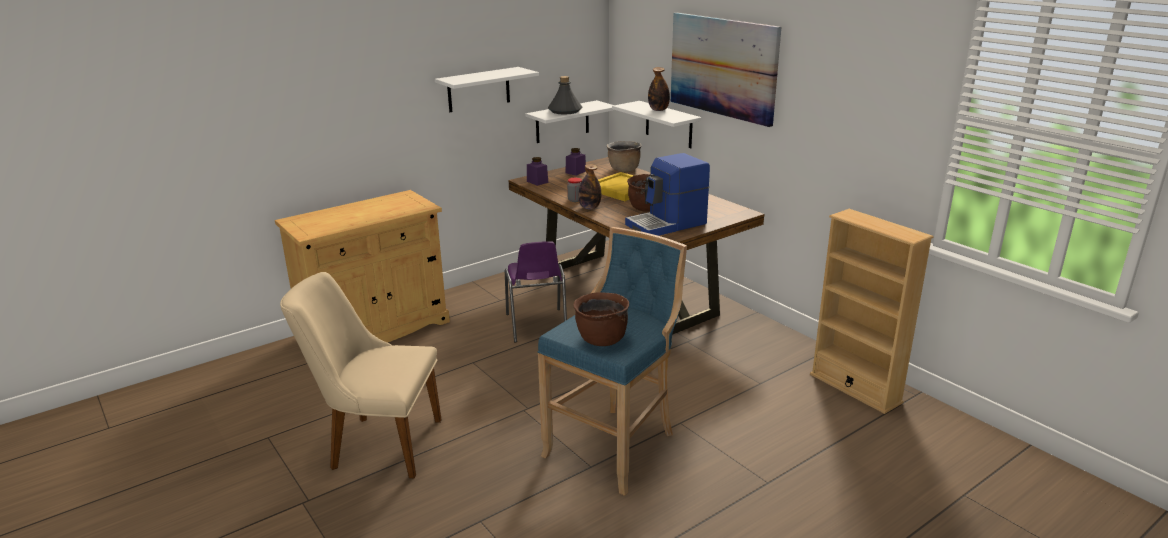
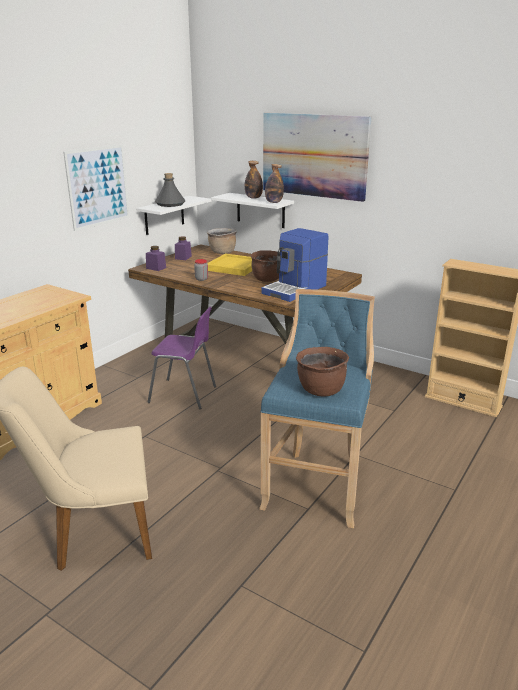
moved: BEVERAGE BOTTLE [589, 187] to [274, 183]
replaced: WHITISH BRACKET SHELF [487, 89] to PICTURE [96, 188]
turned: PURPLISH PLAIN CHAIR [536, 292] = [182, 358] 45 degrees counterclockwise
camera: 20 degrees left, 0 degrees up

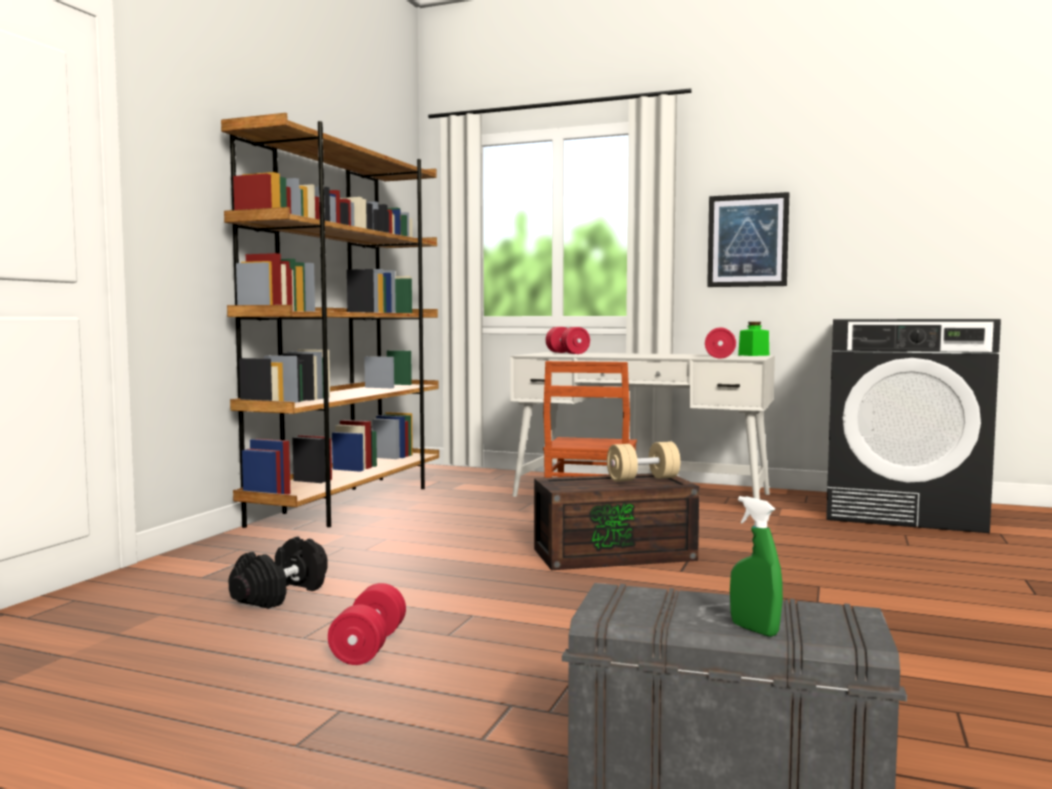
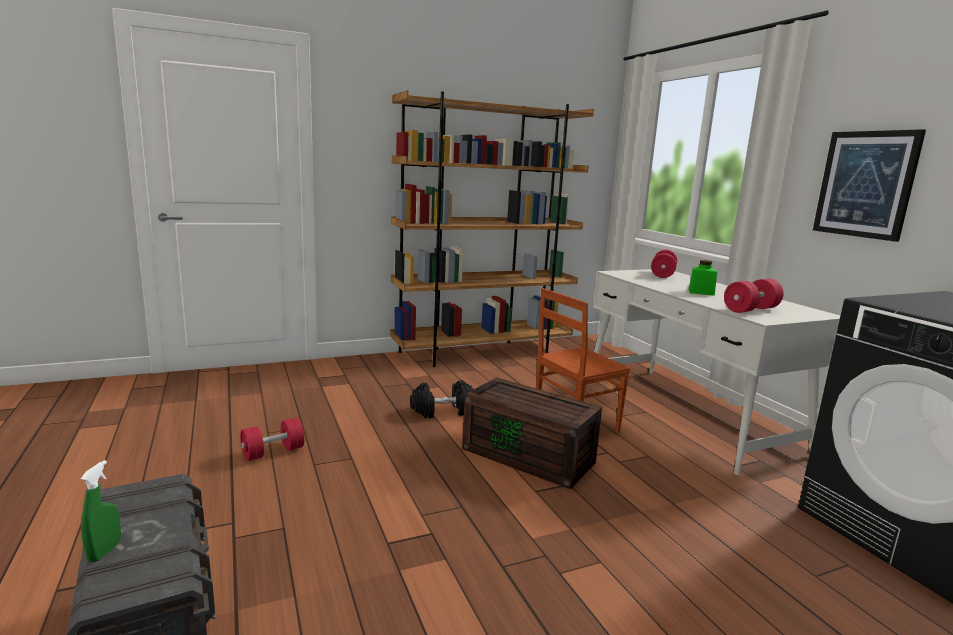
removed: BEIGE DUMBBELL [643, 462]
moved: BLACKISH DUMBBELL [277, 573] to [442, 399]; GREEN-COLOURED JAR [753, 339] to [703, 278]
camera: 45 degrees right, 10 degrees up

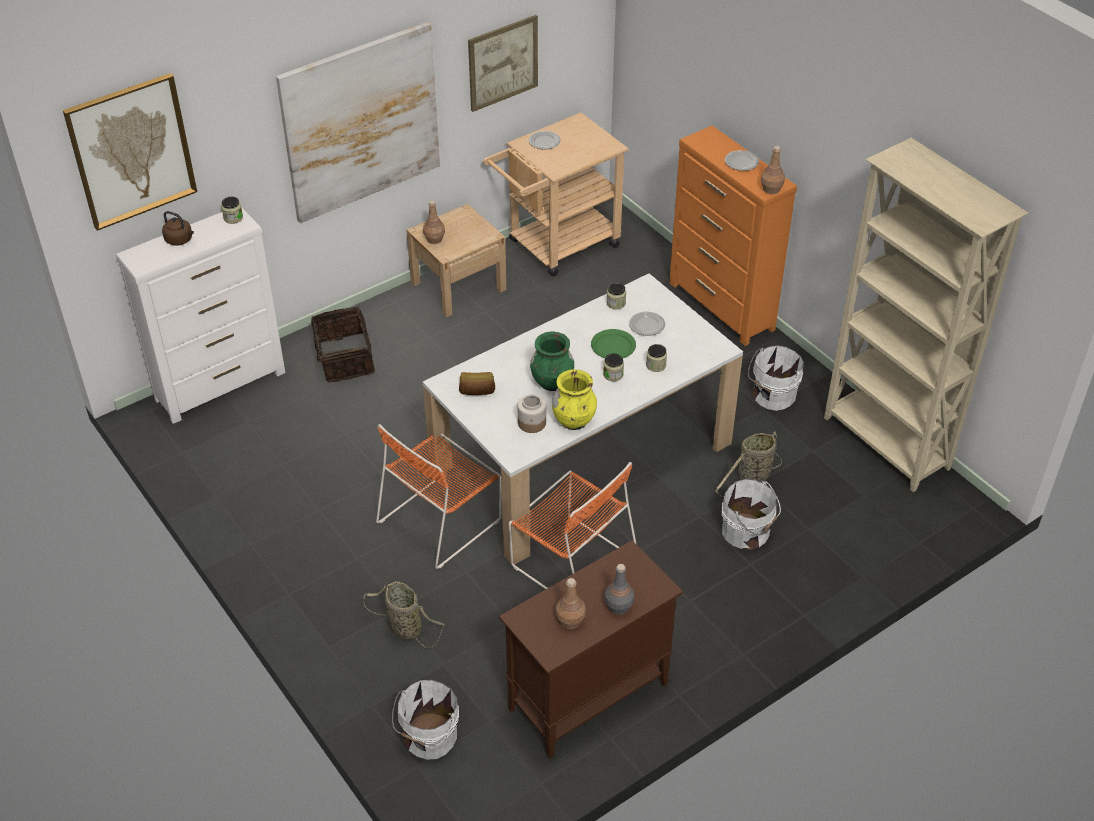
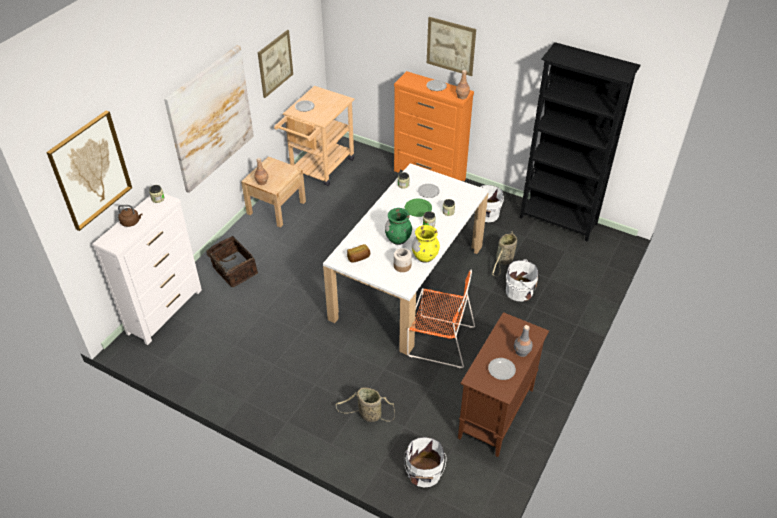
removed: ORANGE PLAIN CHAIR [439, 496]
added: PICTURE [451, 46]
replaced: BROWN BEVERAGE BOTTLE [571, 603] to FLAT DISH [502, 369]
recoloured: BEIGE BOOKCASE [926, 315] to BLACKISH BOOKCASE [580, 142]
camera: 25 degrees left, 0 degrees up

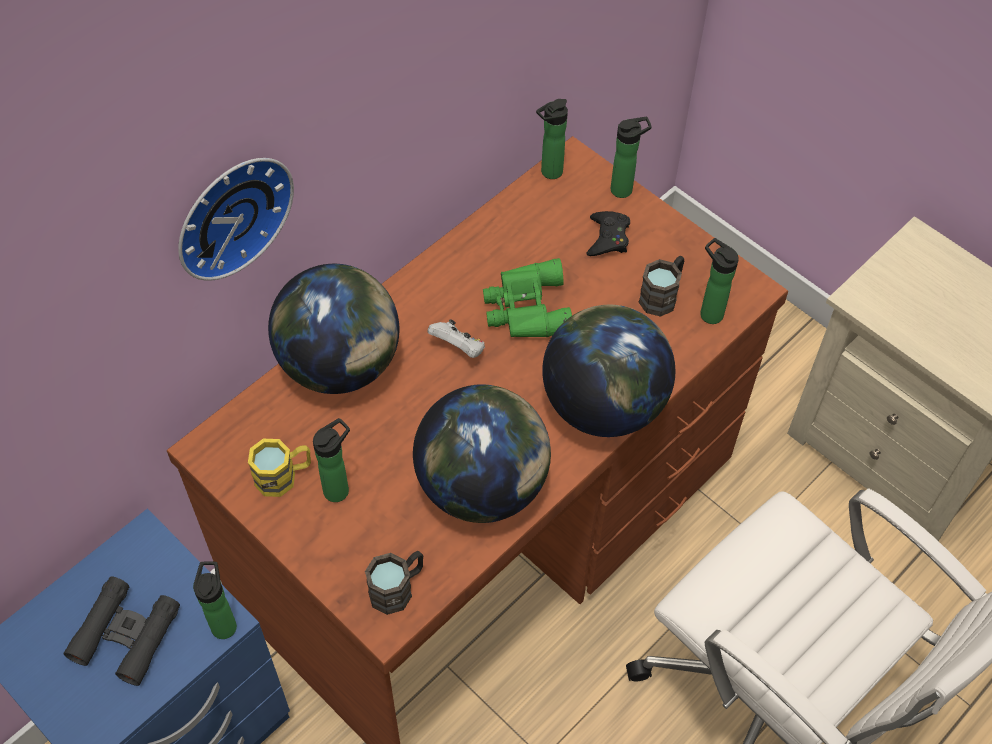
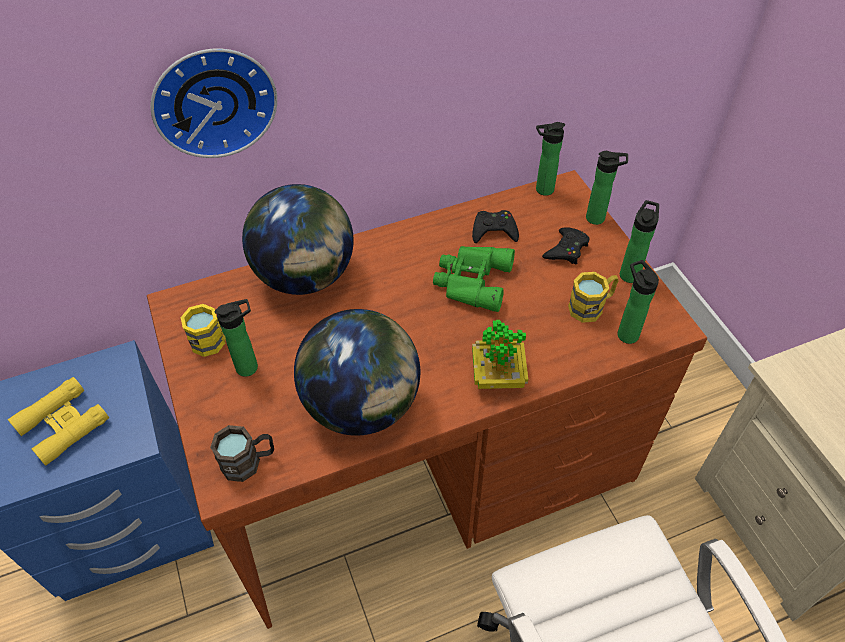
removed: WHITISH GAME CONTROLLER [456, 339]
added: BLACKISH GAME CONTROLLER [495, 226]
moved: BEVERAGE BOTTLE [215, 600] to [639, 241]
replaced: DESK GLOBE [608, 371] to POTTED PLANT [500, 354]
recoloured: BLACKISH PAIR OF BINOCULARS [121, 631] to YELLOWISH PAIR OF BINOCULARS [58, 421]; BROWN MUG [661, 286] to YELLOWISH MUG [593, 297]
camera: 25 degrees right, 5 degrees down

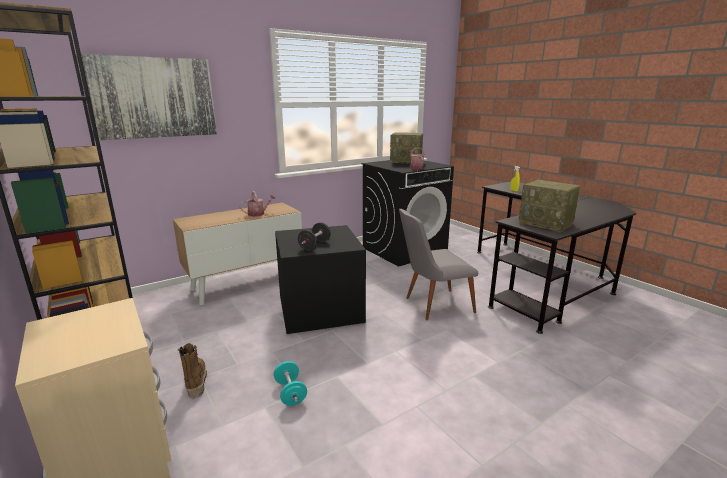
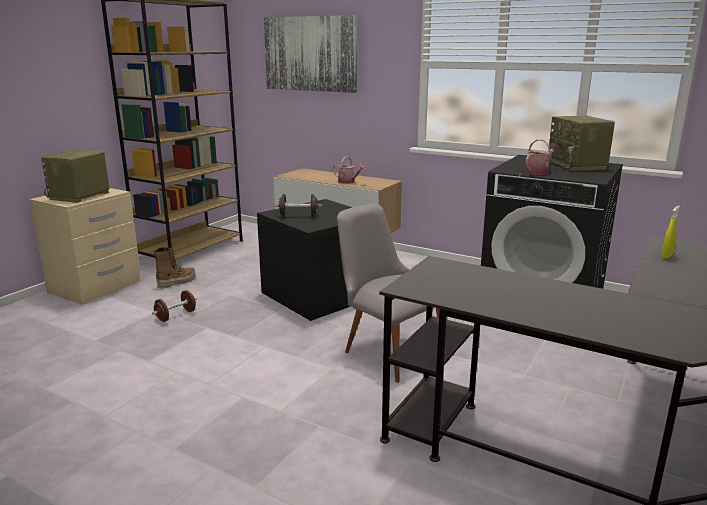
moved: RADIO SET [549, 206] to [75, 176]
recoloured: TURQUOISE DUMBBELL [290, 383] to BROWN DUMBBELL [174, 306]
camera: 65 degrees right, 0 degrees up

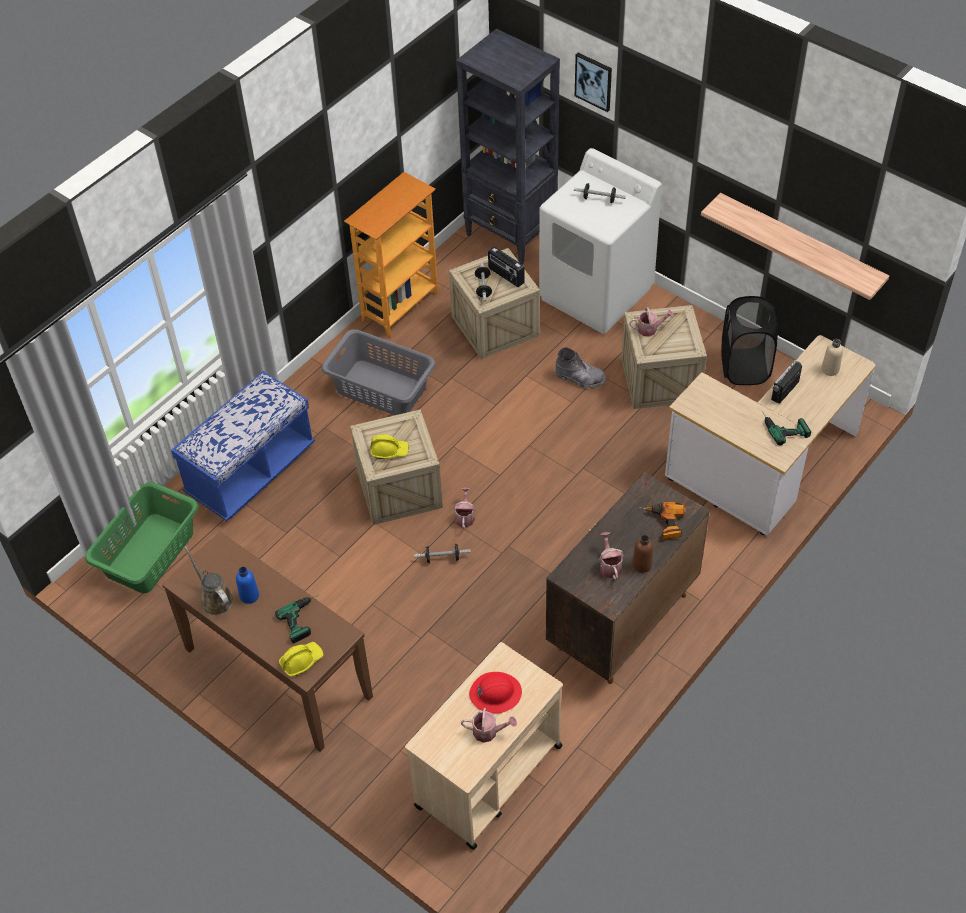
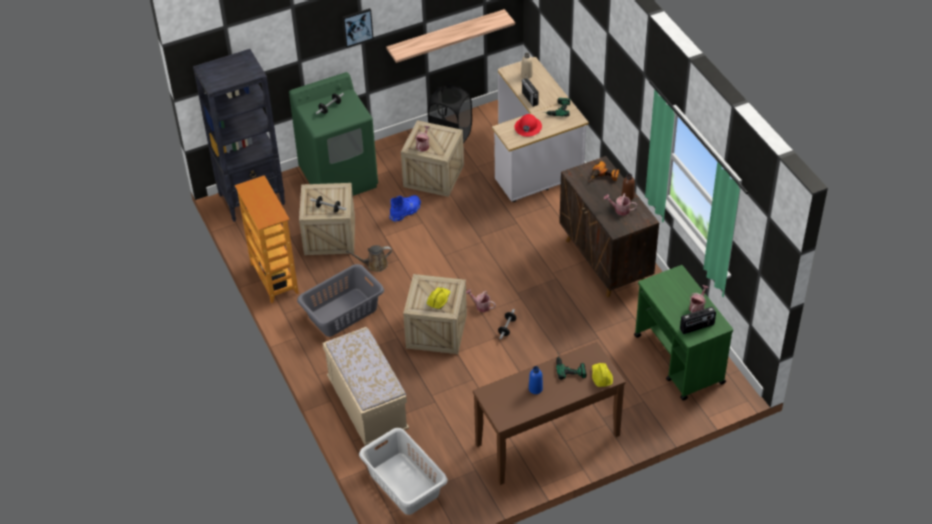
moved: PICTURE [593, 82] to [358, 28]; BROWN WATERING CAN [209, 581] to [369, 258]; REDDISH HARD HAT [495, 693] to [528, 125]; RADIO SET [506, 267] to [698, 320]
recoloured: WHITISH WASHING MACHINE [600, 241] to GREEN-COLOURED WASHING MACHINE [333, 134]; BLUISH LONG SEAT [243, 446] to BEIGE LONG SEAT [366, 386]; GREEN-COLOURED LAUNDRY BASKET [142, 537] to GRAY LAUNDRY BASKET [403, 471]; GRAY HIGH-TOP BOOT [580, 368] to BLUISH HIGH-TOP BOOT [405, 208]; BEIGE TROLLEY [484, 745] to GREEN-COLOURED TROLLEY [683, 333]
camera: 65 degrees left, 5 degrees down

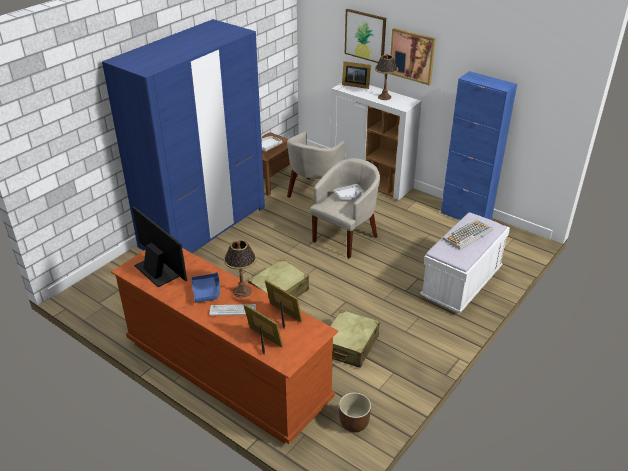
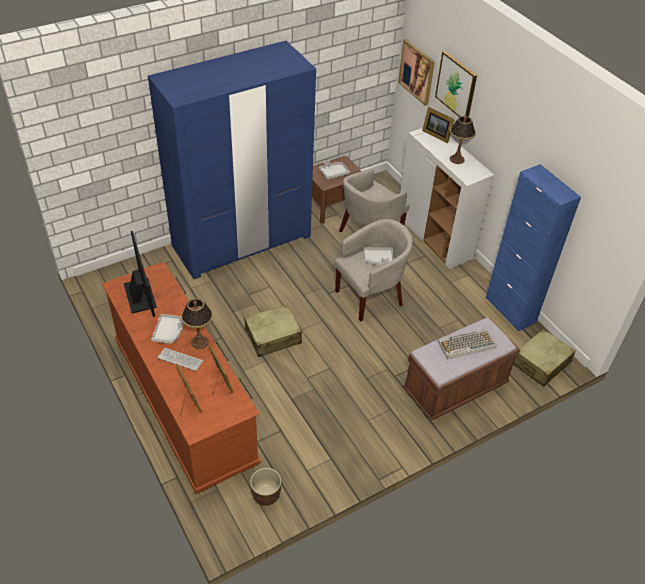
moved: PICTURE [413, 56] to [416, 72]; BEIGE SUITCASE [355, 339] to [544, 358]
recoloured: BLUISH SERVING TRAY [205, 287] to GRAY SERVING TRAY [168, 329]; WHITISH LONG SEAT [465, 263] to BROWN LONG SEAT [461, 369]
camera: 20 degrees right, 10 degrees up

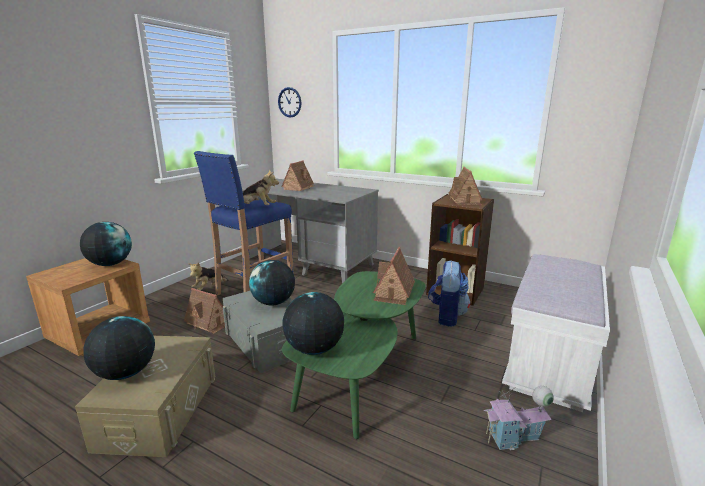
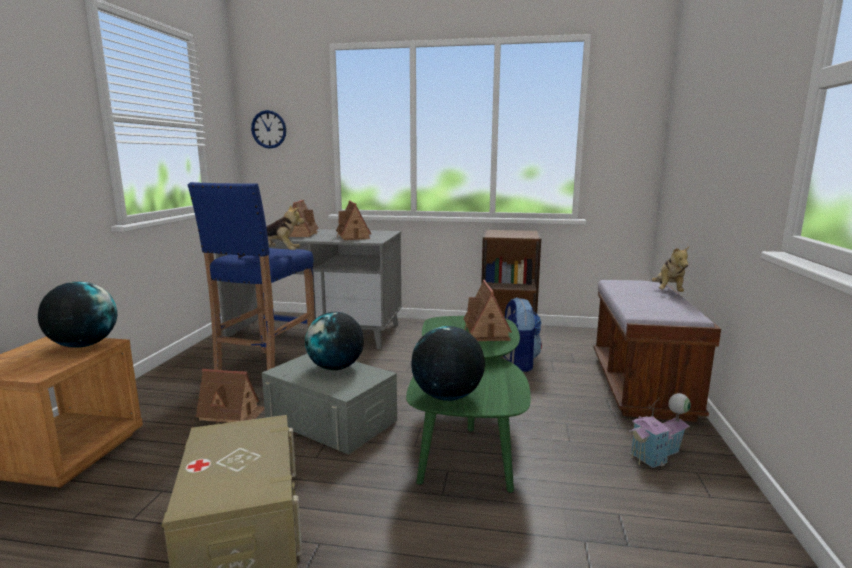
removed: DESK GLOBE [119, 348]
moved: MODEL HOUSE [465, 186] to [353, 220]; SOFT TOY [208, 276] to [670, 269]
recoloured: WHITISH LONG SEAT [556, 333] to BROWN LONG SEAT [657, 351]
camera: 20 degrees left, 5 degrees down

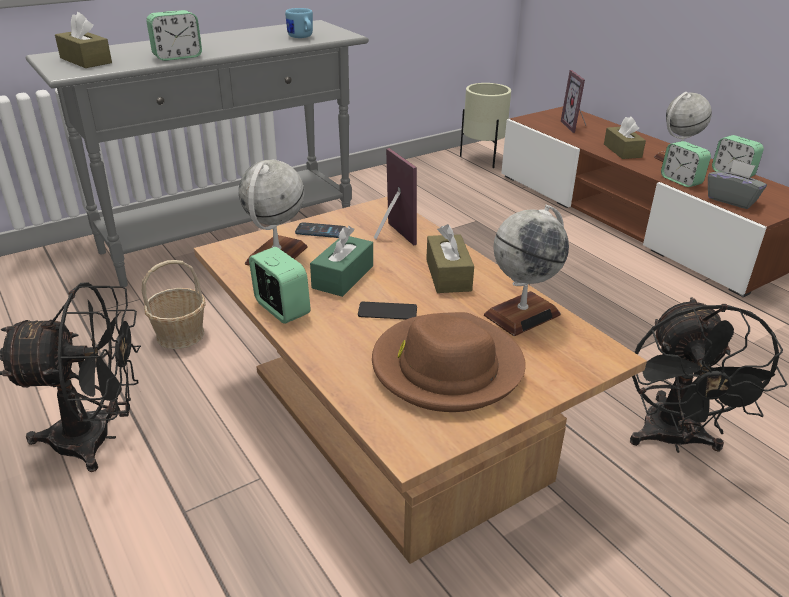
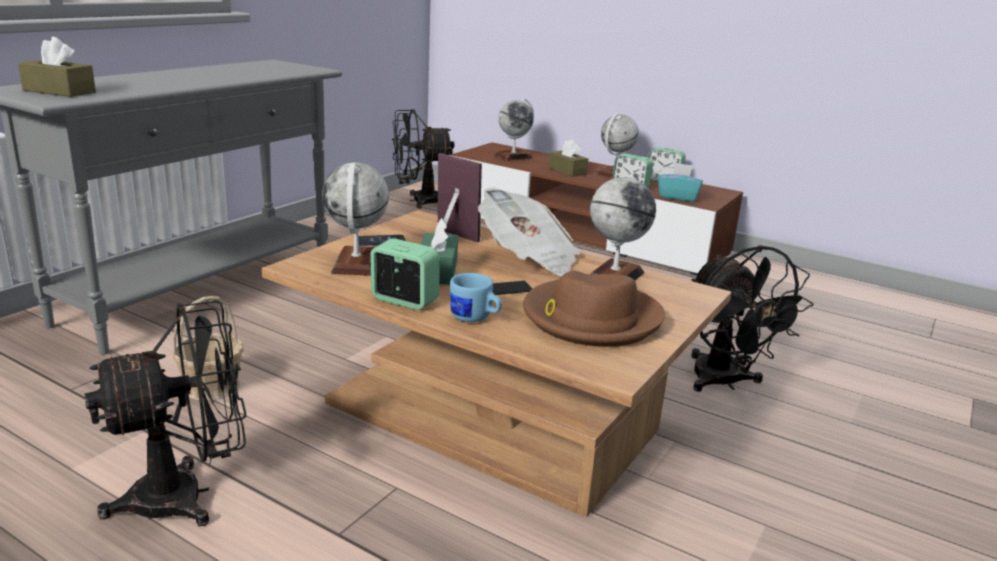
removed: BEDSIDE CLOCK [174, 35]
moved: BLUISH MUG [299, 23] to [476, 297]
replaced: BEIGE FLOWER POT [485, 125] to BLACKISH COOLING FAN [423, 158]; BROWN TISSUE HOLDER [450, 258] to DAILY PAPER [529, 232]; PHOTO FRAME [573, 101] to DESK GLOBE [514, 129]
recoloured: GRAY TISSUE HOLDER [737, 184] to TURQUOISE TISSUE HOLDER [680, 182]
camera: 25 degrees left, 10 degrees down

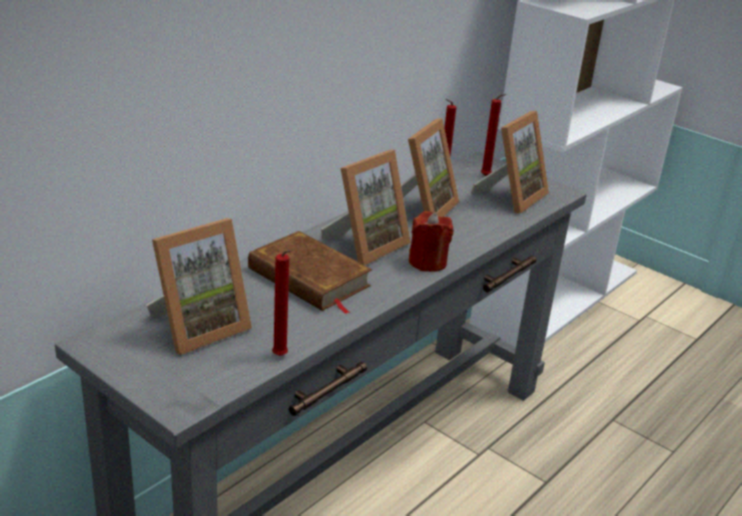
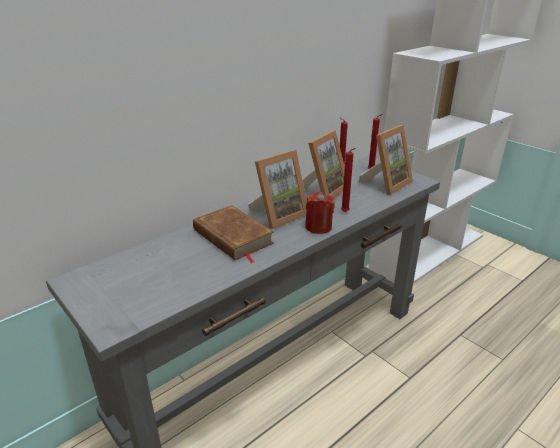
removed: PHOTO FRAME [199, 286]
moved: REDDISH WAX CANDLE [282, 303] to [348, 180]
camera: 10 degrees right, 0 degrees up

